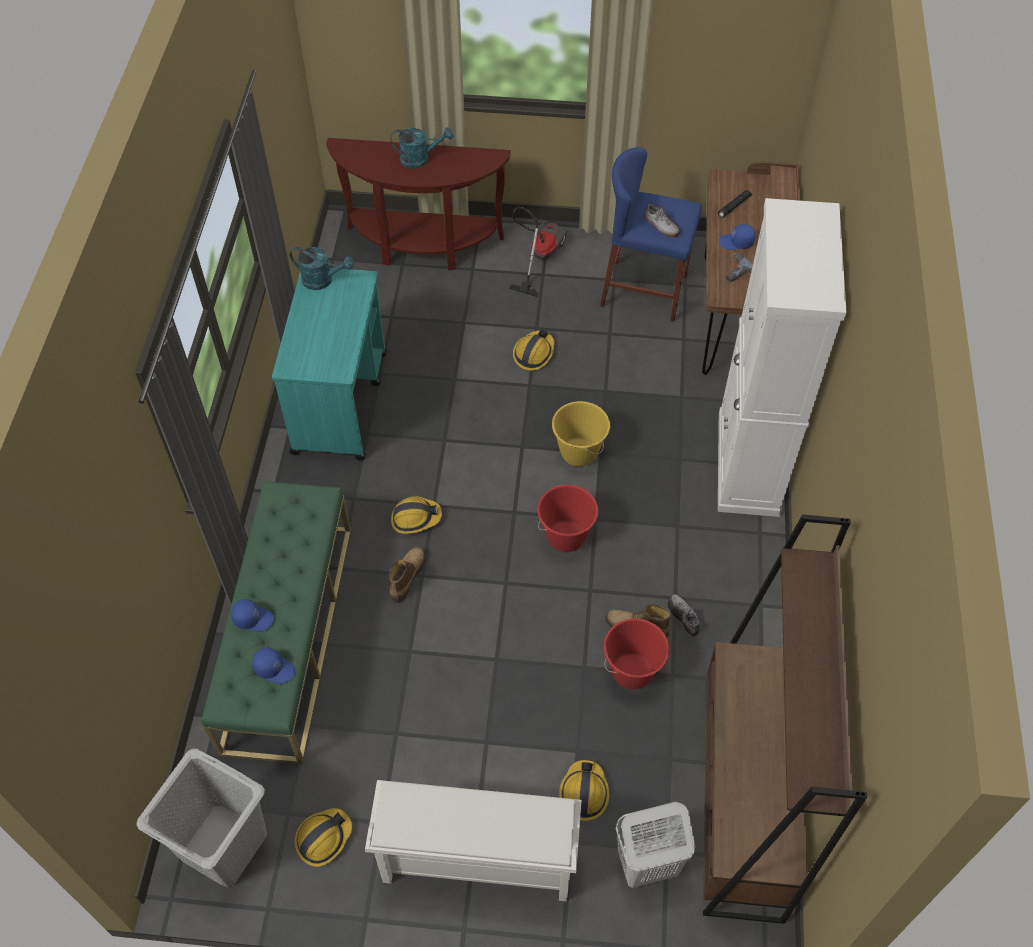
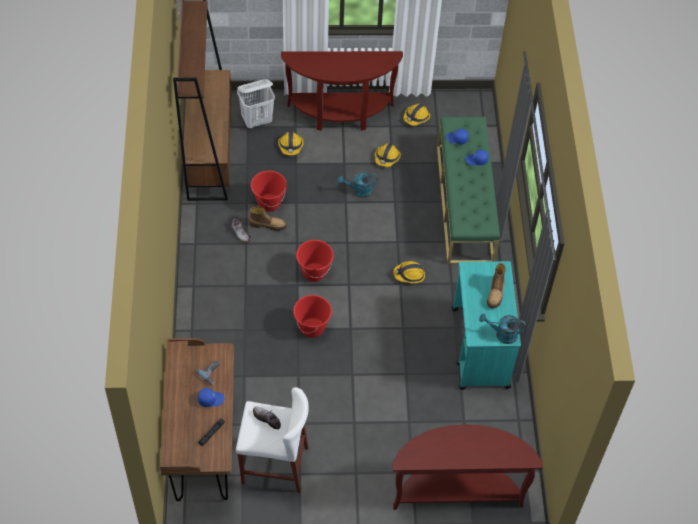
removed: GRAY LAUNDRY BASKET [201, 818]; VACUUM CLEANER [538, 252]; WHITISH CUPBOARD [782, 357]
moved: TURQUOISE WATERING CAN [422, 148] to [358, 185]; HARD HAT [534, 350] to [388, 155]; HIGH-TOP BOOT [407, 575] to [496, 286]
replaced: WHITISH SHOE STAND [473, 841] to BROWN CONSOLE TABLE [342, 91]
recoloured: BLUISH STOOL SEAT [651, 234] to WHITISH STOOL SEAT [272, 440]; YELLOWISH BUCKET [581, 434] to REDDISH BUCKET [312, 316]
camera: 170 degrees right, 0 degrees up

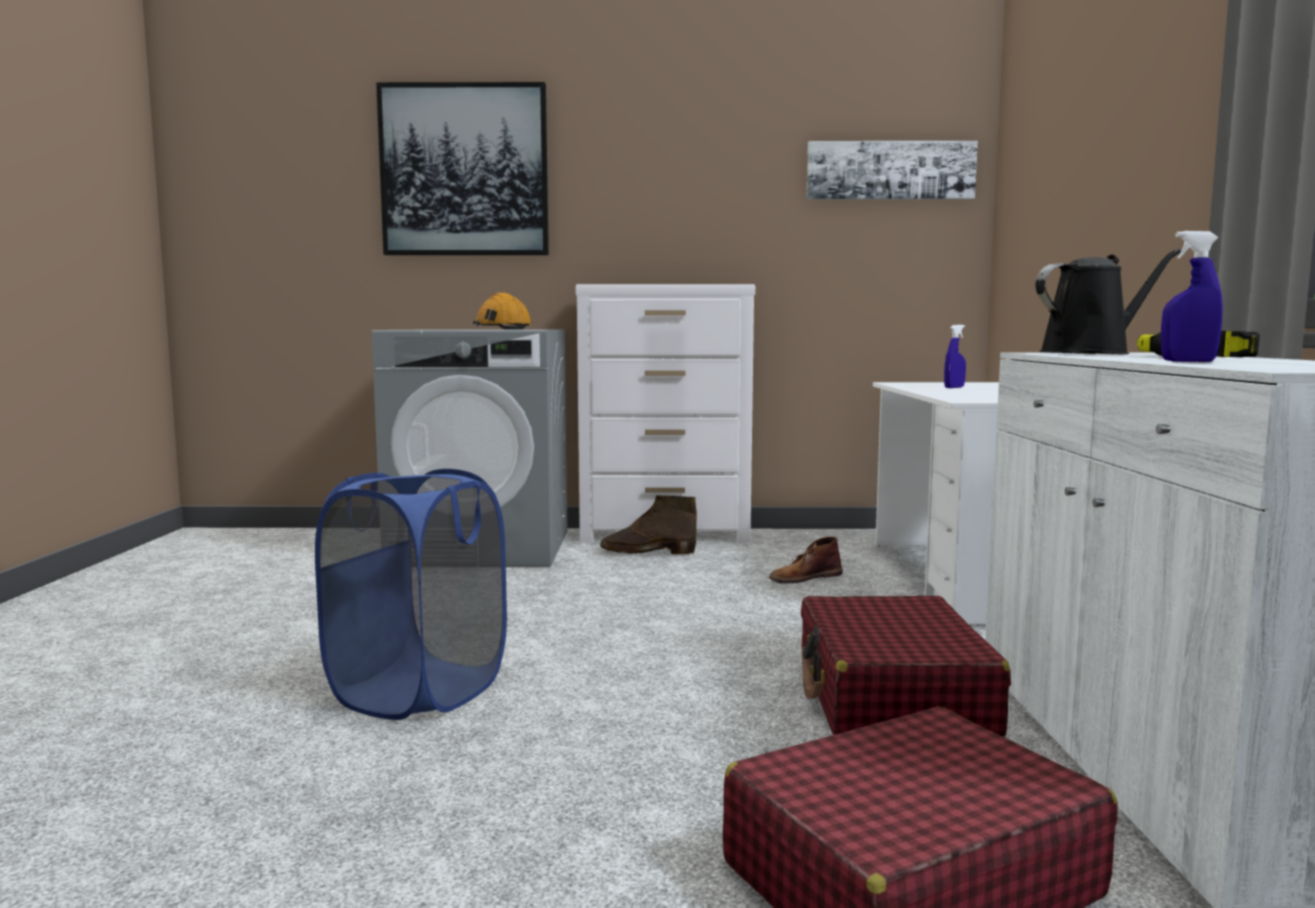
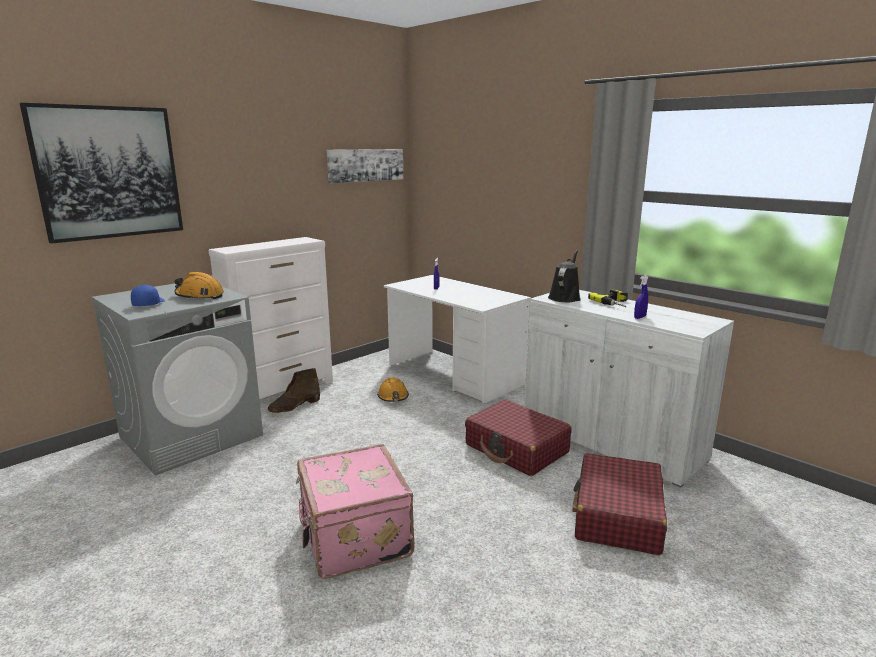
added: BLUISH BASEBALL CAP [148, 295]
replaced: BLUISH LAUNDRY BASKET [411, 594] to PINK-COLOURED SUITCASE [355, 511]; BROWN HIGH-TOP BOOT [806, 560] to ORANGE HARD HAT [393, 389]
camera: 45 degrees left, 10 degrees up

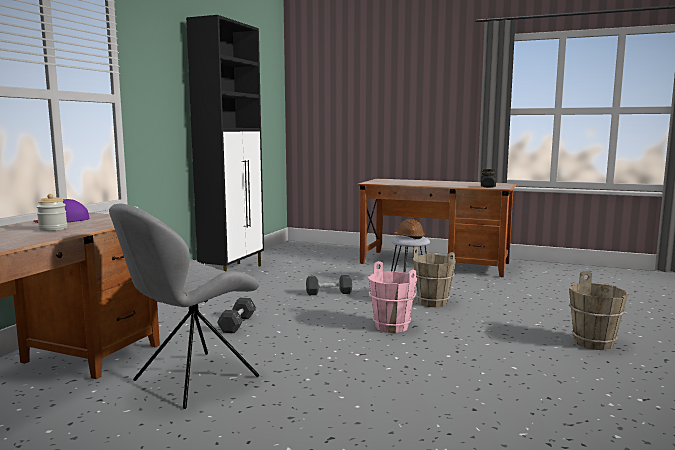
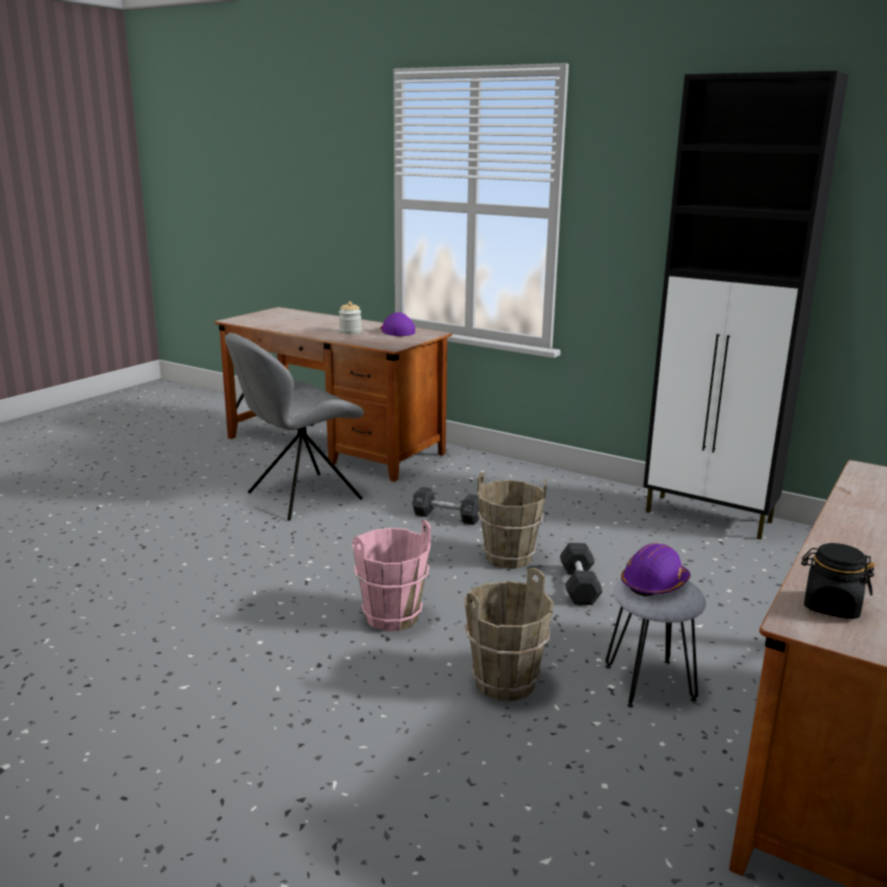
moved: BROWN BUCKET [598, 310] to [512, 520]
recoloured: BROWN HARD HAT [409, 229] to PURPLISH HARD HAT [655, 570]
turned: GRAY PLAIN CHAIR [184, 306] = [294, 426] 90 degrees counterclockwise
camera: 100 degrees right, 10 degrees up

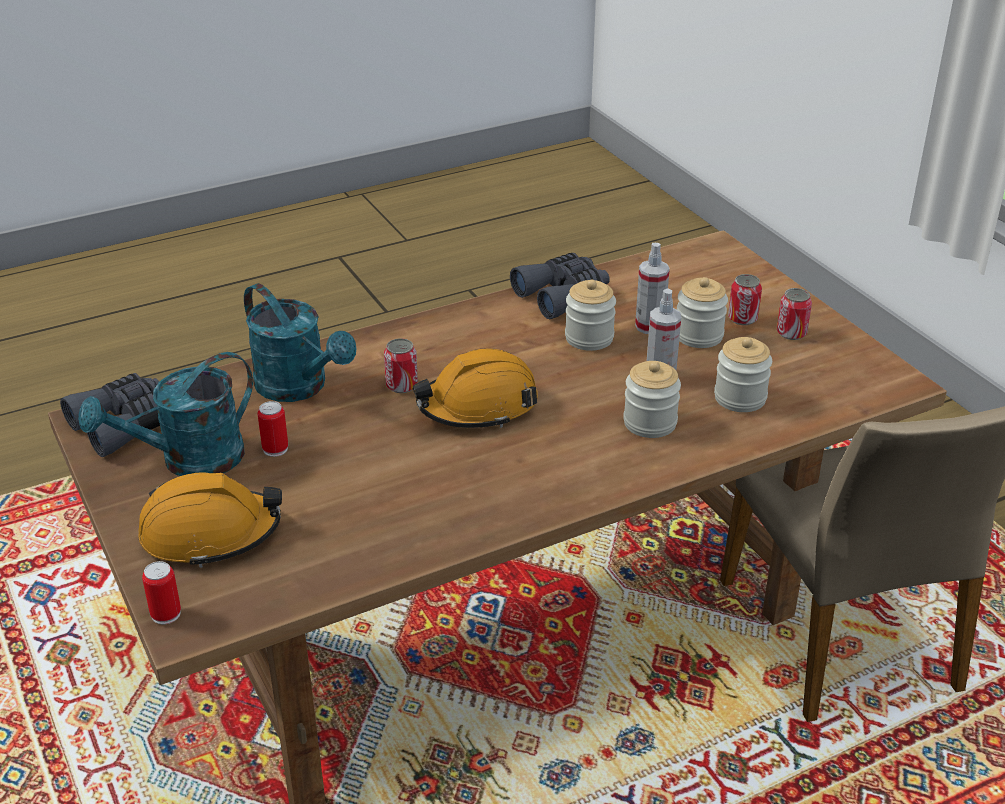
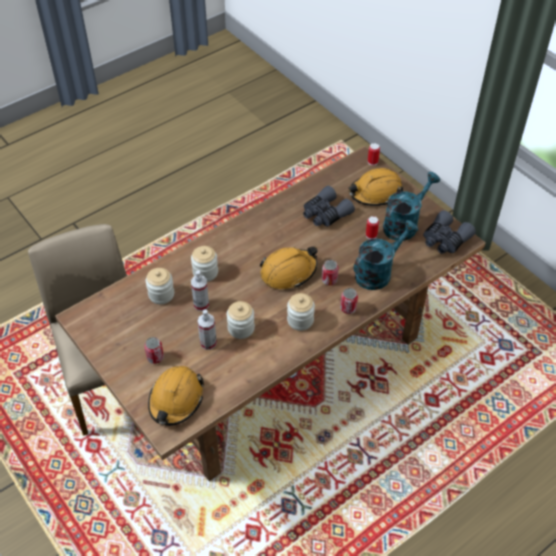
added: ORANGE HARD HAT [176, 396]
moved: JAR [702, 312] to [301, 312]; GRAY PAIR OF BINOCULARS [560, 286] to [329, 206]; METAL CAN [794, 314] to [349, 301]
turned: TURQUOISE WATERING CAN [300, 342] = [386, 255] 105 degrees clockwise
camera: 170 degrees right, 15 degrees up

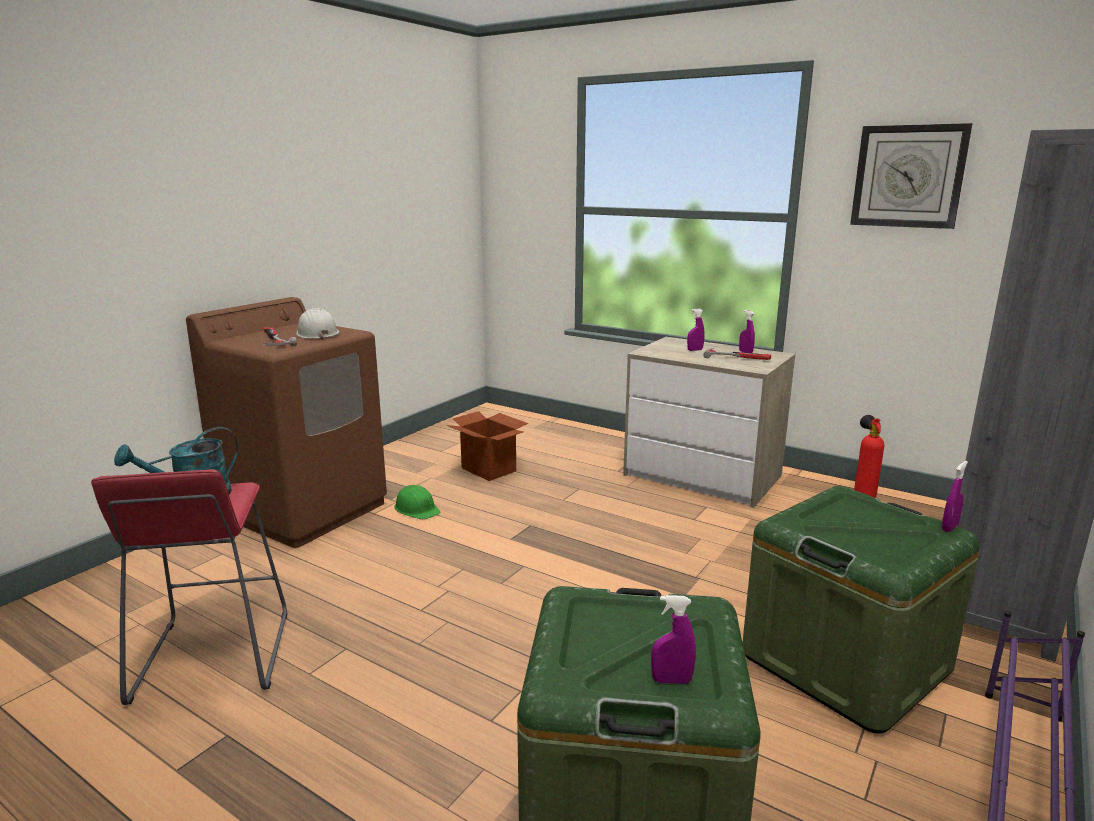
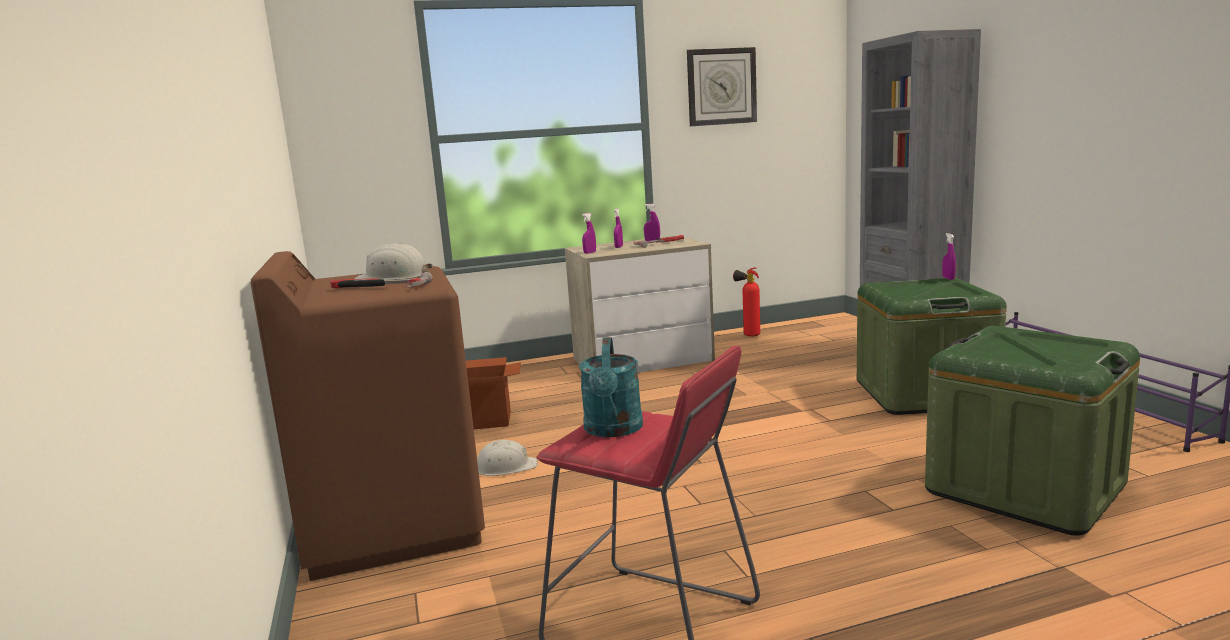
moved: PURPLISH HAND SPRAYER [673, 639] to [589, 233]
recoloured: GREEN-COLOURED HARD HAT [417, 502] to WHITISH HARD HAT [507, 458]
camera: 50 degrees left, 5 degrees down

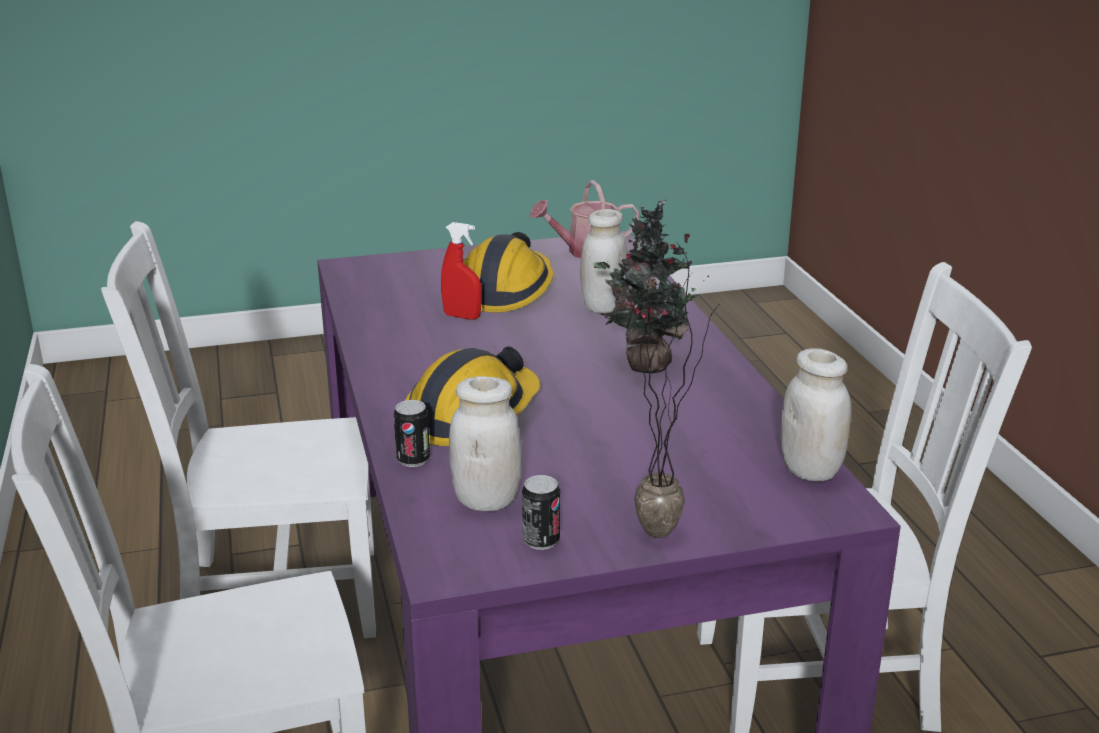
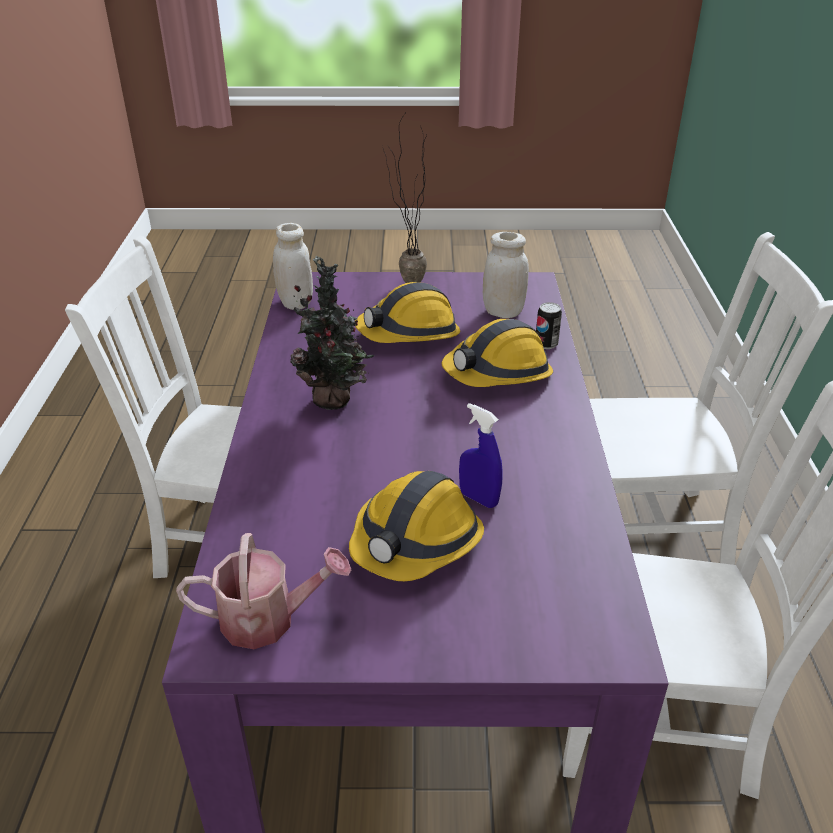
removed: METAL CAN [541, 512]; WHITISH JAR [603, 261]
added: HARD HAT [407, 312]
recoloured: REDDISH HAND SPRAYER [461, 271] to BLUISH HAND SPRAYER [481, 455]
camera: 165 degrees left, 10 degrees up

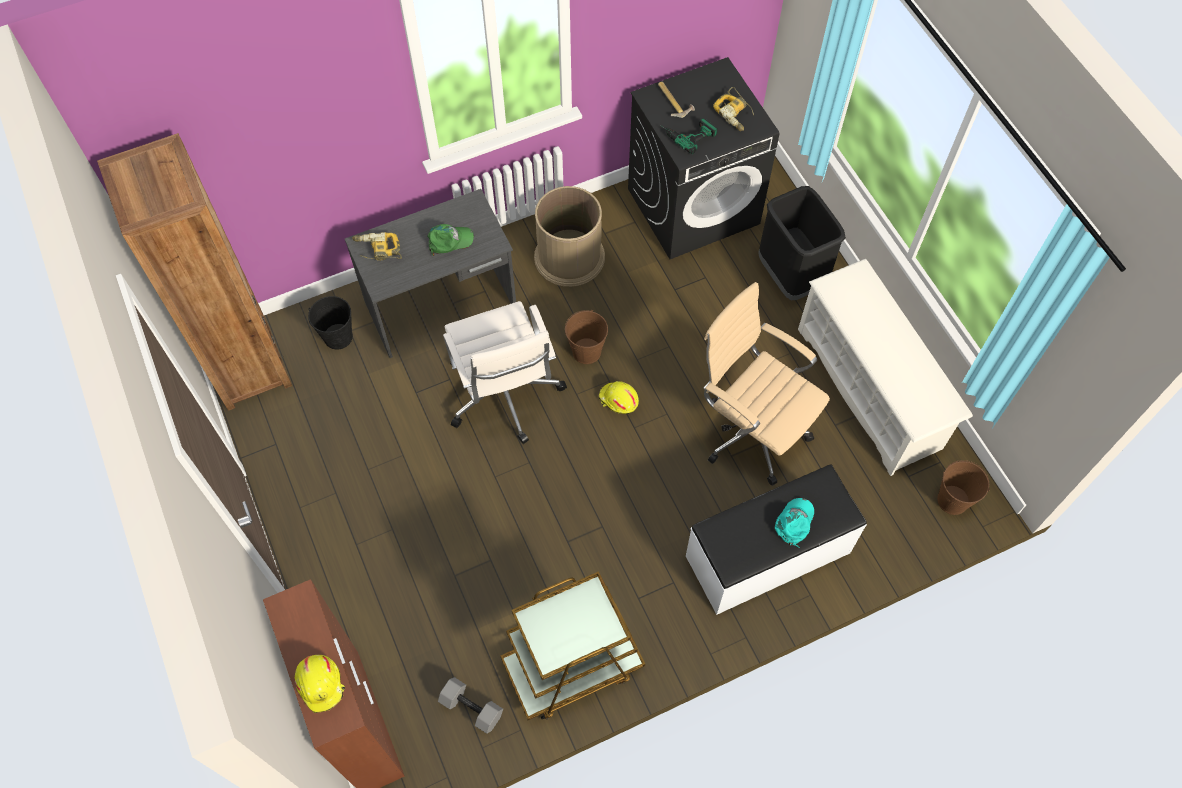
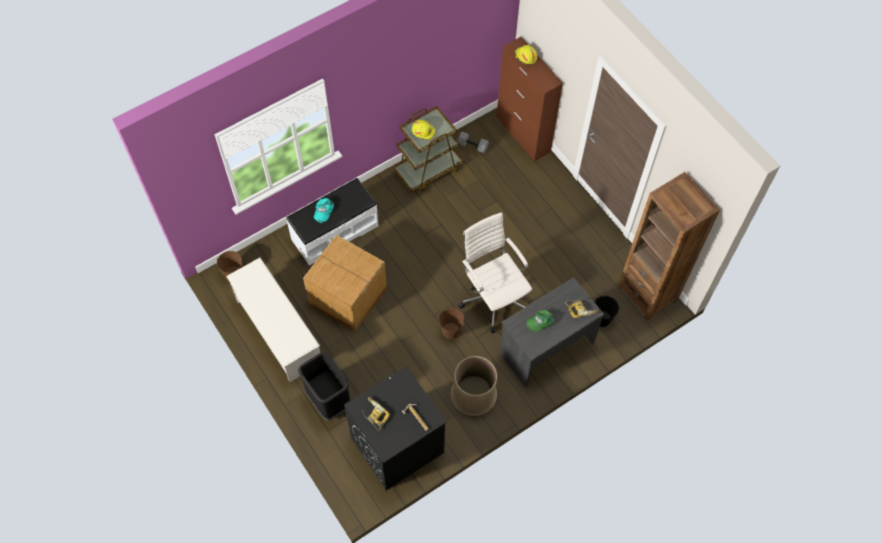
removed: DRILL [689, 136]
moved: YELLOWISH HARD HAT [619, 397] to [424, 130]
replaced: BEIGE OFFICE CHAIR [766, 384] to PACKING BOX [345, 283]
camera: 170 degrees right, 0 degrees up

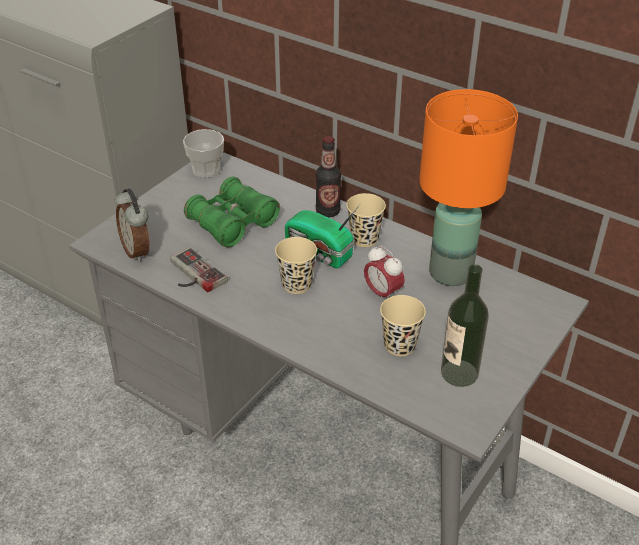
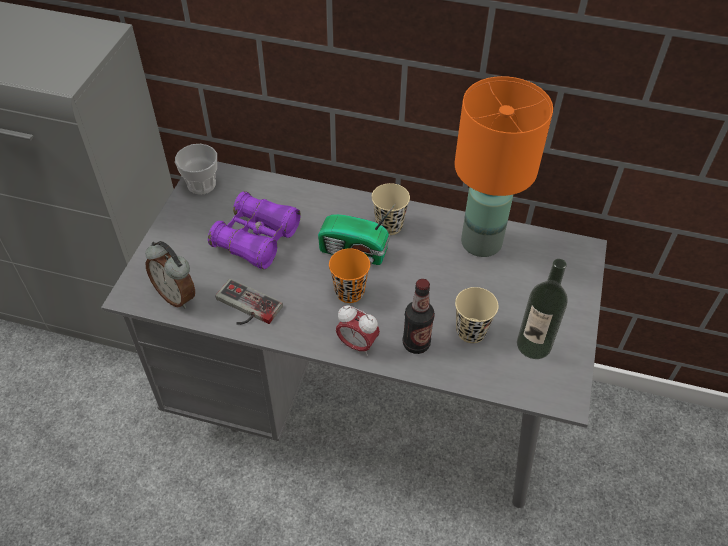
moved: BEDSIDE CLOCK [384, 272] to [358, 330]; BEVERAGE BOTTLE [328, 177] to [419, 316]
recoloured: GREEN-COLOURED PAIR OF BINOCULARS [232, 212] to PURPLISH PAIR OF BINOCULARS [254, 230]; BEIGE CUP [296, 265] to ORANGE CUP [349, 275]
camera: 20 degrees left, 10 degrees up

